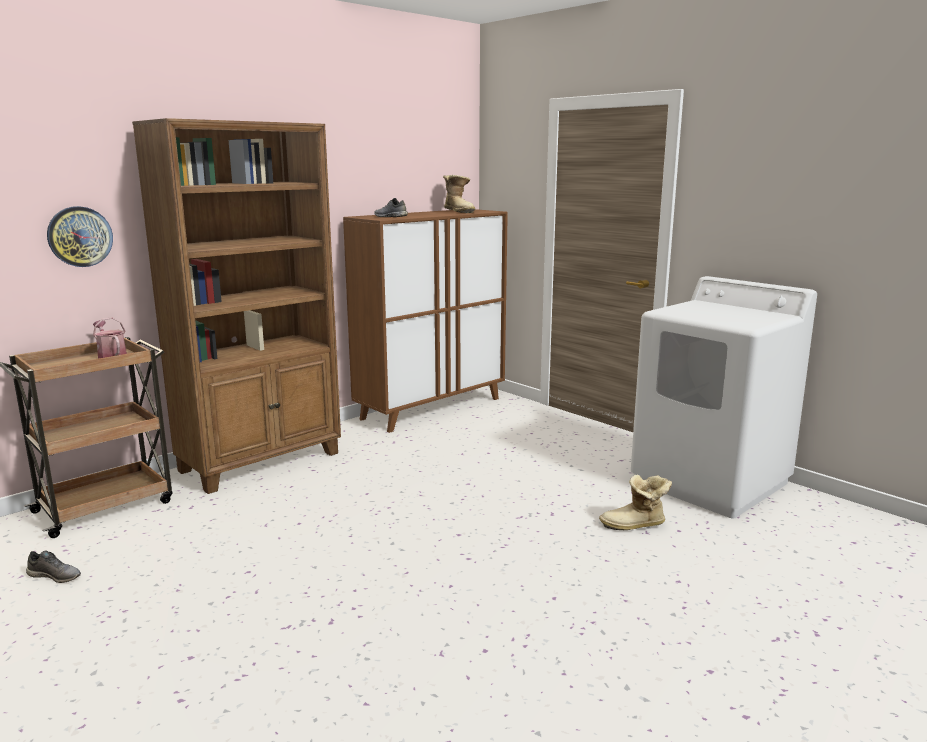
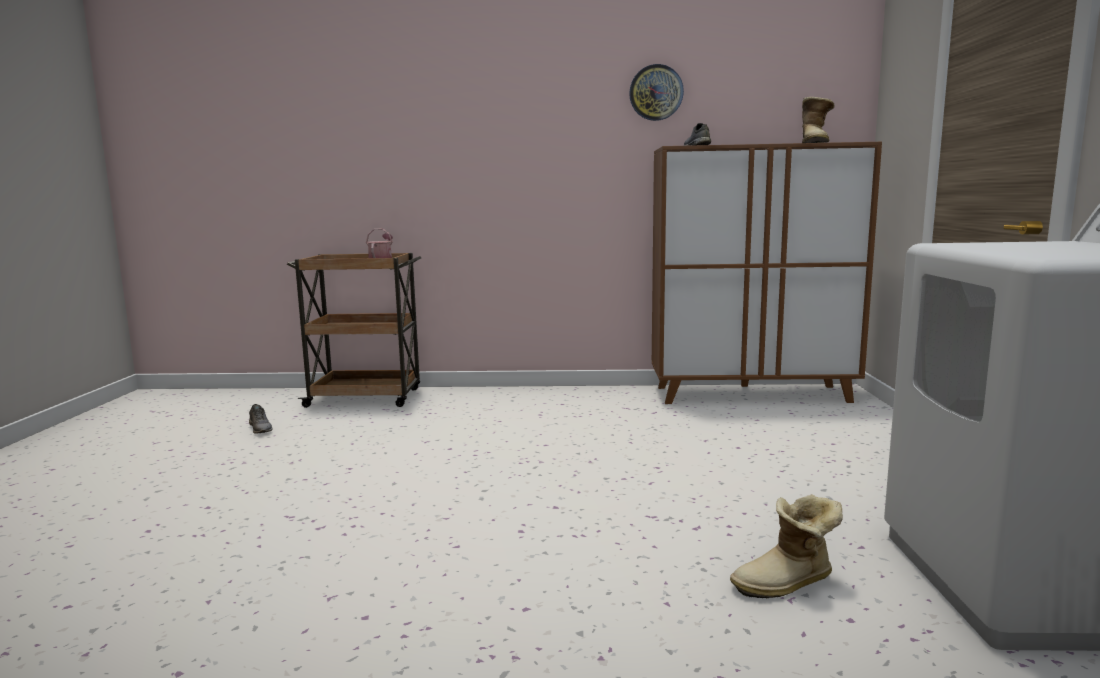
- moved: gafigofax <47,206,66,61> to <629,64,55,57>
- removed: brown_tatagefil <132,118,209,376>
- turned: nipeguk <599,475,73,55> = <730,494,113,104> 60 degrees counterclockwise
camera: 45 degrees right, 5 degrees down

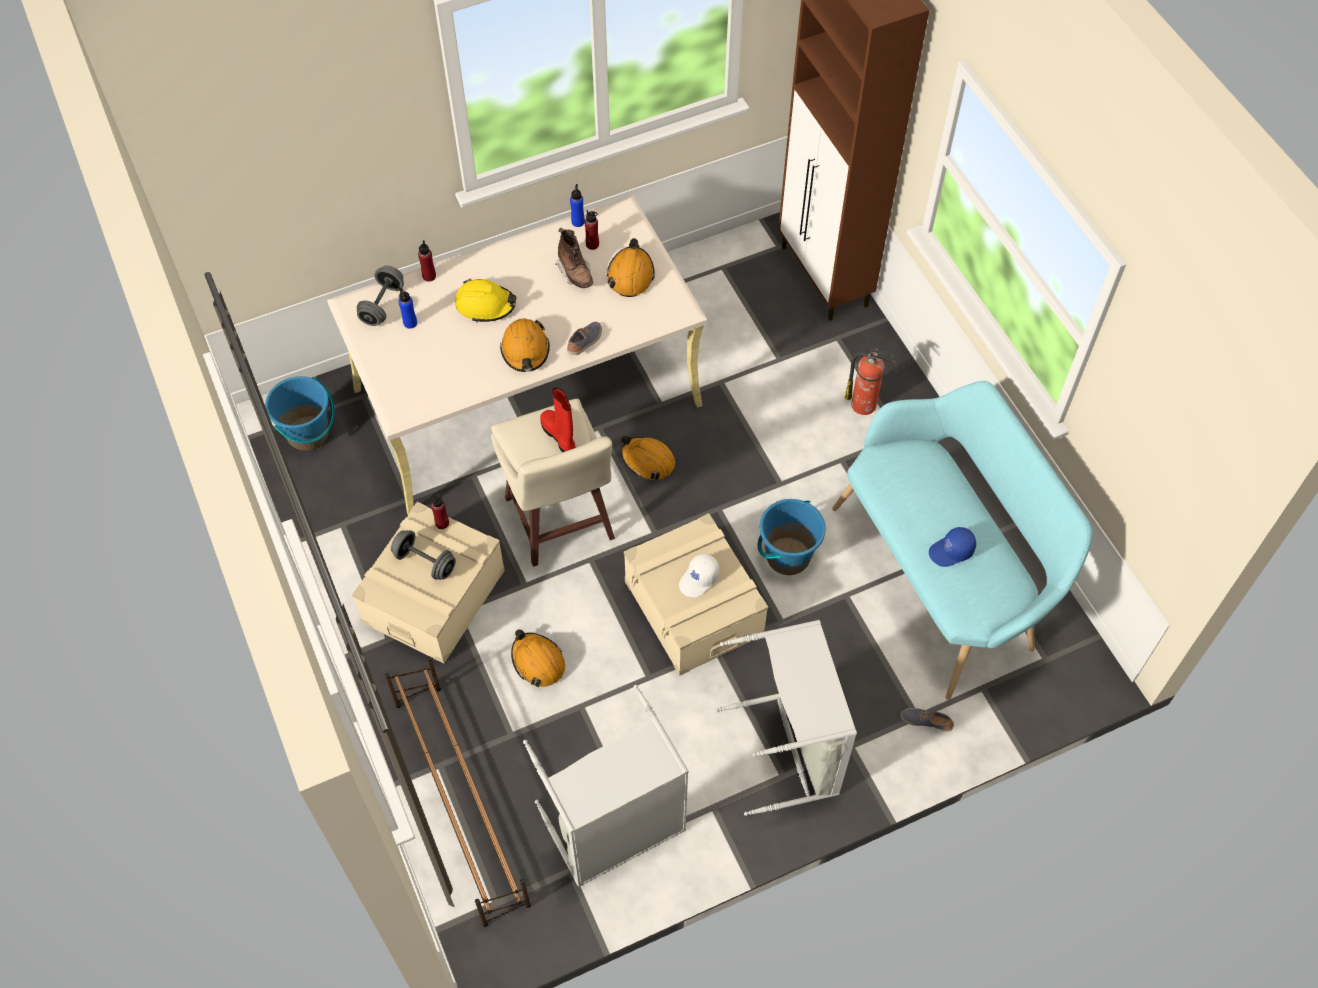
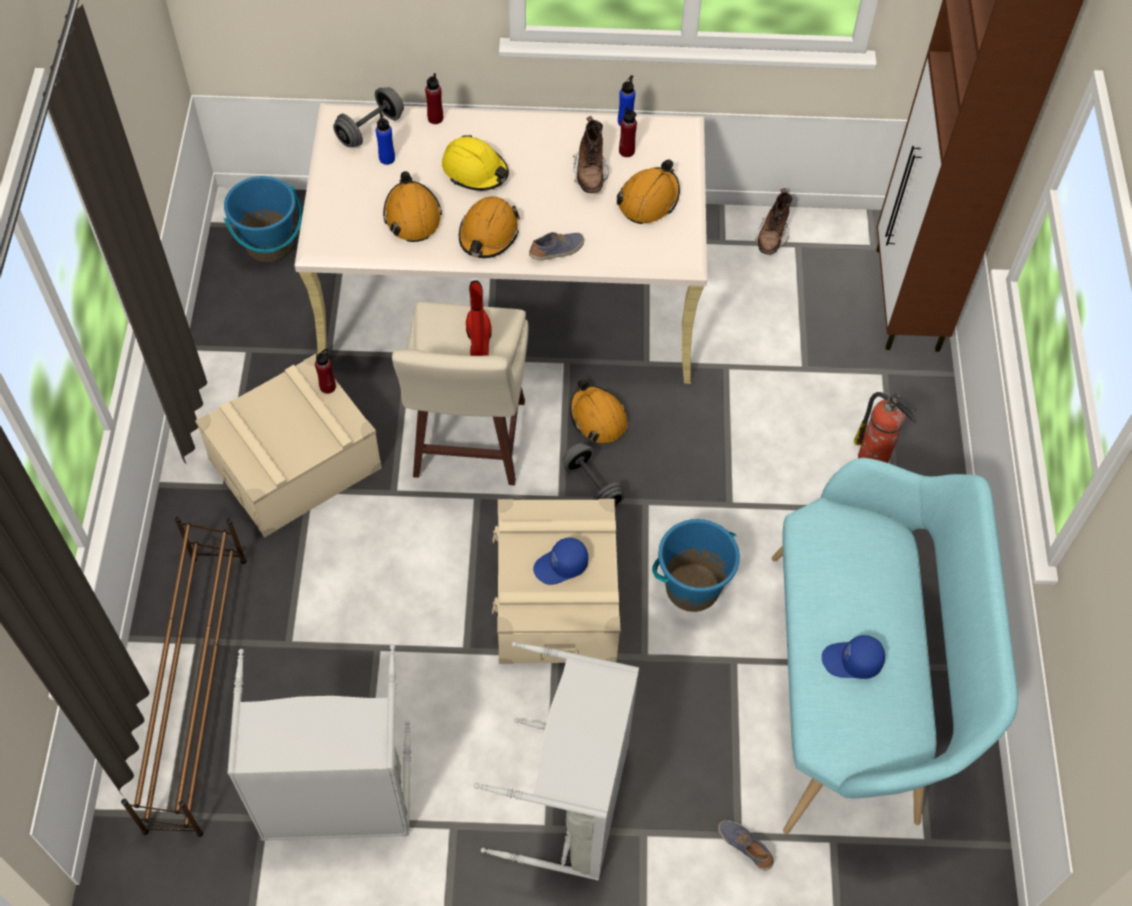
- moved: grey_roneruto <391,530,65,50> to <563,443,61,64>
- moved: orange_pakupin <511,629,54,58> to <383,171,59,71>
- recoloured: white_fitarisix <679,554,40,44> to blue_fitarisix <533,538,55,47>
- added: brown_nipeguk <755,188,38,67>
camera: 25 degrees right, 0 degrees up

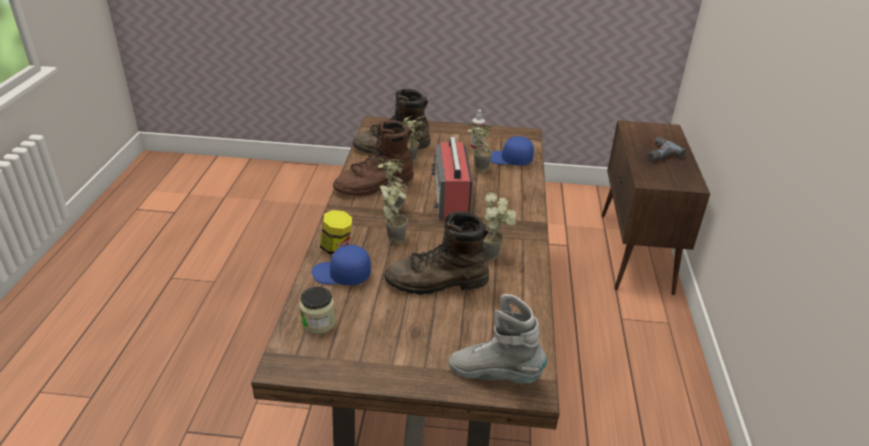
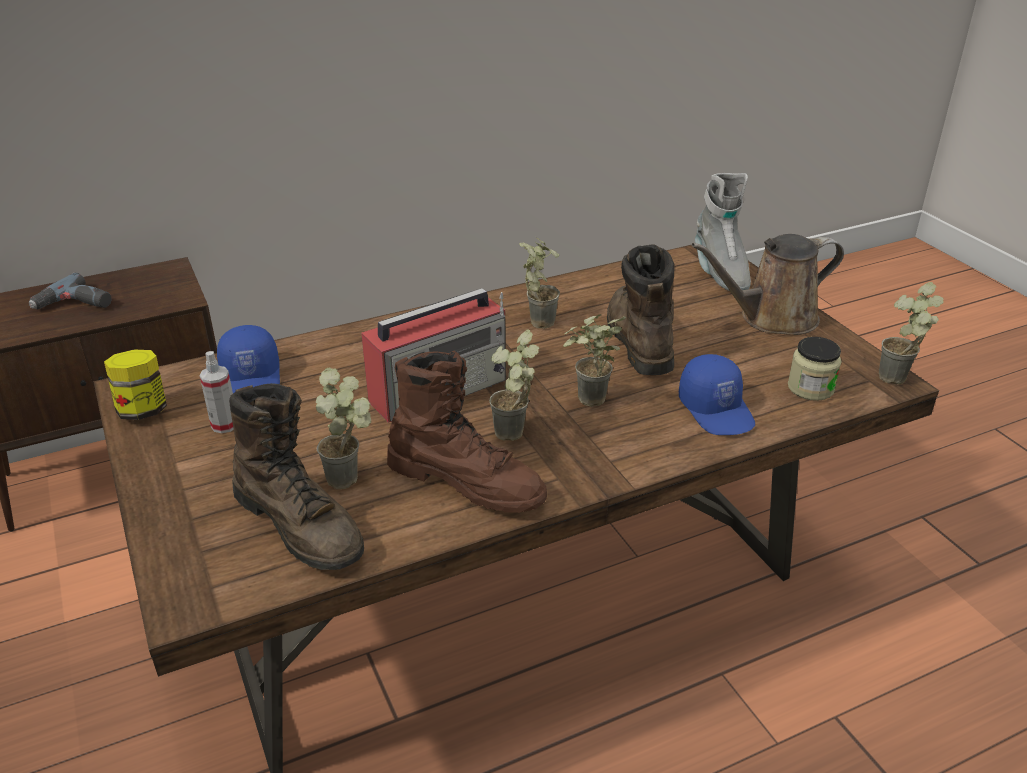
- moved: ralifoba <320,210,32,44> to <104,350,63,70>
- turned: brown_nipeguk <384,211,105,84> = <607,245,67,130> 150 degrees counterclockwise
- moved: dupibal <467,124,25,49> to <879,282,65,102>
- added: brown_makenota <692,234,152,101>
camera: 120 degrees left, 0 degrees up

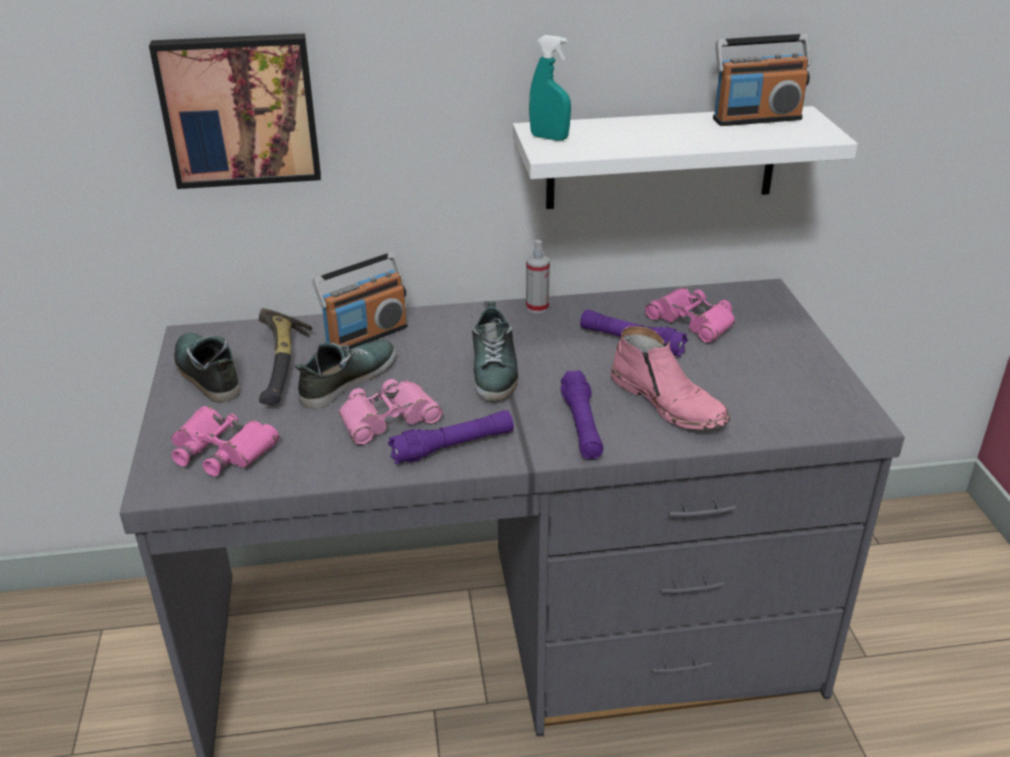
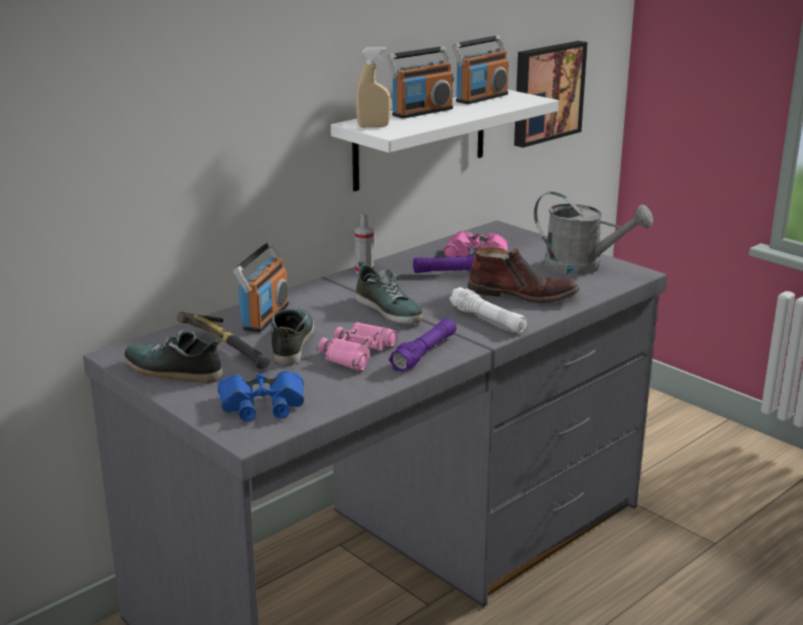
- moved: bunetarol <149,33,172,156> to <514,41,73,107>
- recoloured: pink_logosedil <171,406,108,71> to blue_logosedil <218,371,86,50>
- recoloured: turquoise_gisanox <529,35,42,106> to beige_gisanox <356,47,35,80>
- recoloured: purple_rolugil <561,370,42,90> to white_rolugil <449,287,79,46>
- recoloured: pink_nipeguk <610,326,120,104> to brown_nipeguk <467,247,113,56>
- added: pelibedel <387,46,67,73>
- added: grey_makenota <534,192,119,83>
camera: 35 degrees left, 10 degrees down

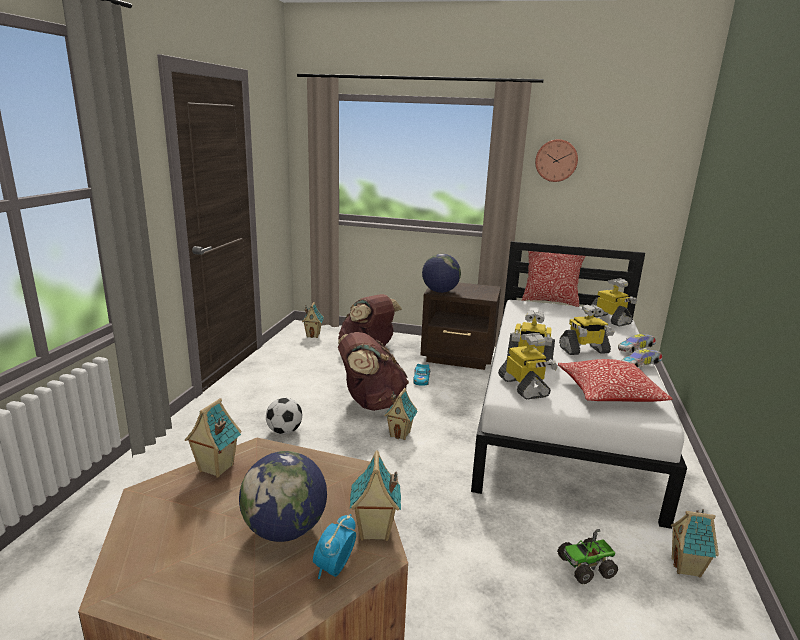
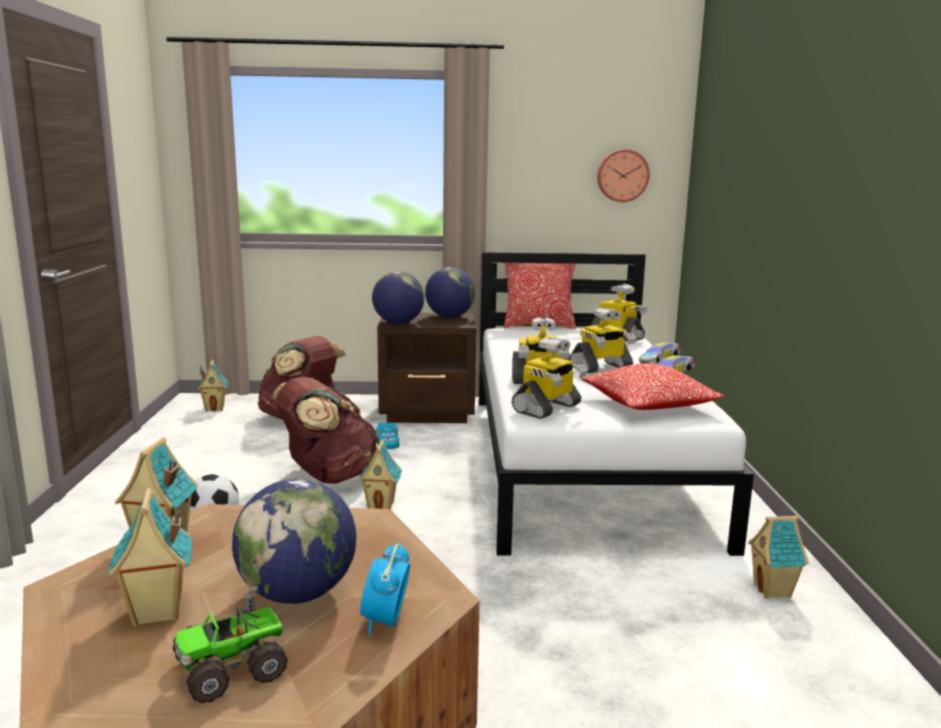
- moved: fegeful <350,450,51,91> to <108,487,84,140>
- turned: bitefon <498,333,60,67> = <511,337,76,82> 75 degrees clockwise
- moved: gafigofax <535,139,43,43> to <597,149,52,53>
- moved: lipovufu <557,529,61,55> to <173,586,115,118>
- added: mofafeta <425,267,50,51>
camera: 15 degrees left, 5 degrees down

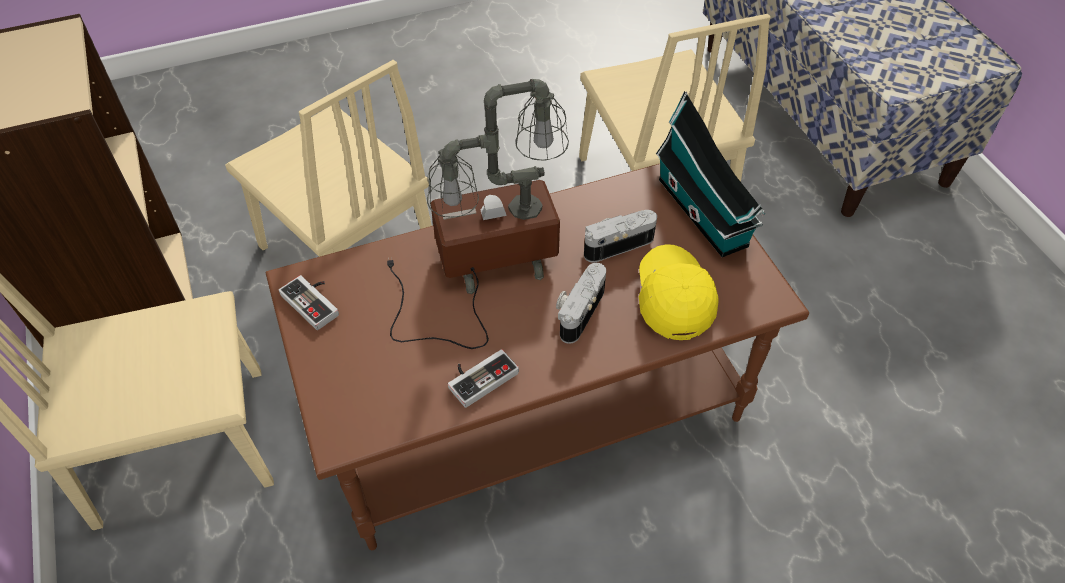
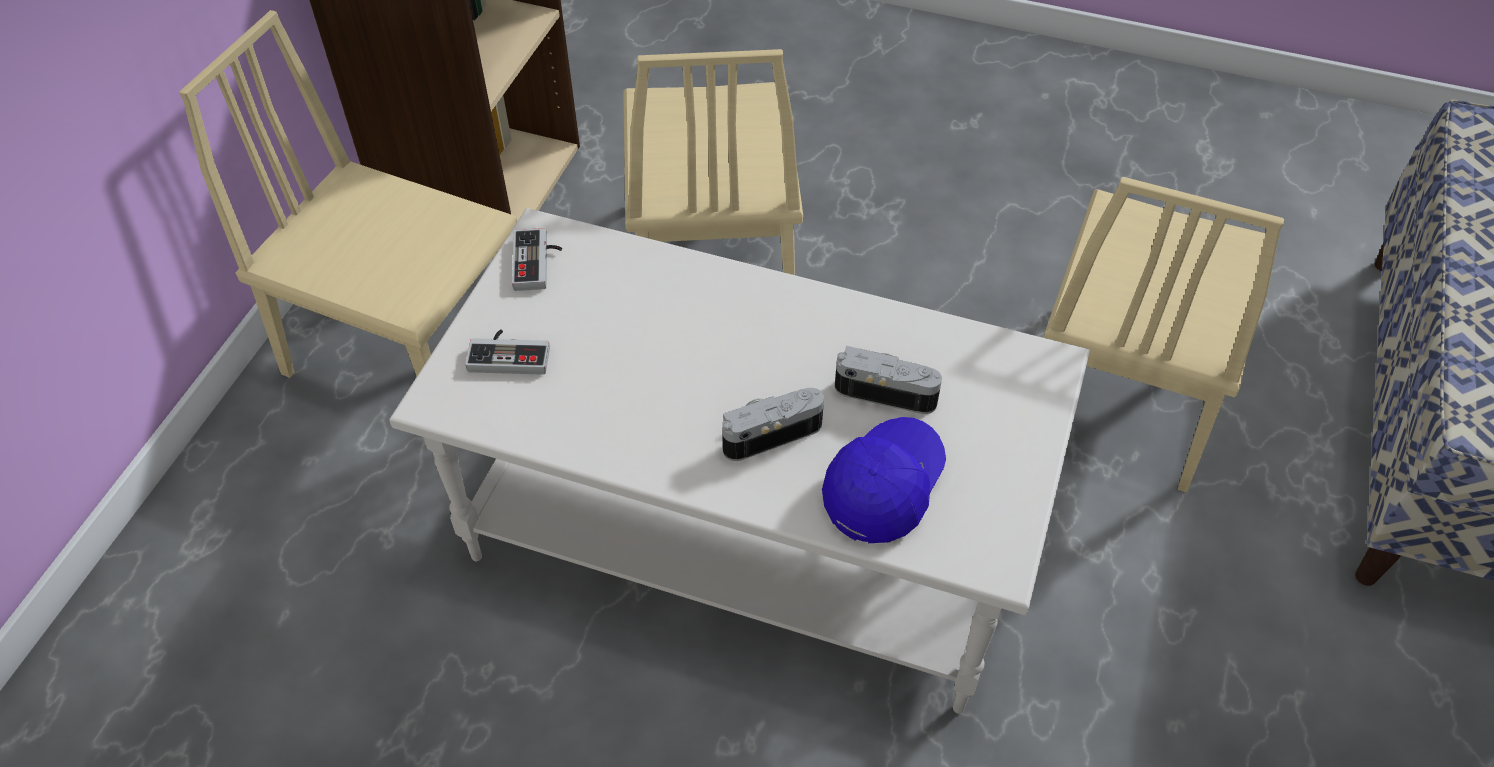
- recoloured: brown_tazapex <265,164,544,386> to white_tazapex <389,208,701,506>
- removed: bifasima <387,79,182,270>
- moved: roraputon <448,349,71,59> to <465,329,85,46>
- recoloured: yellow_fitarisix <639,244,79,96> to blue_fitarisix <822,417,124,126>
- removed: fegeful <656,91,110,166>
camera: 40 degrees right, 0 degrees up

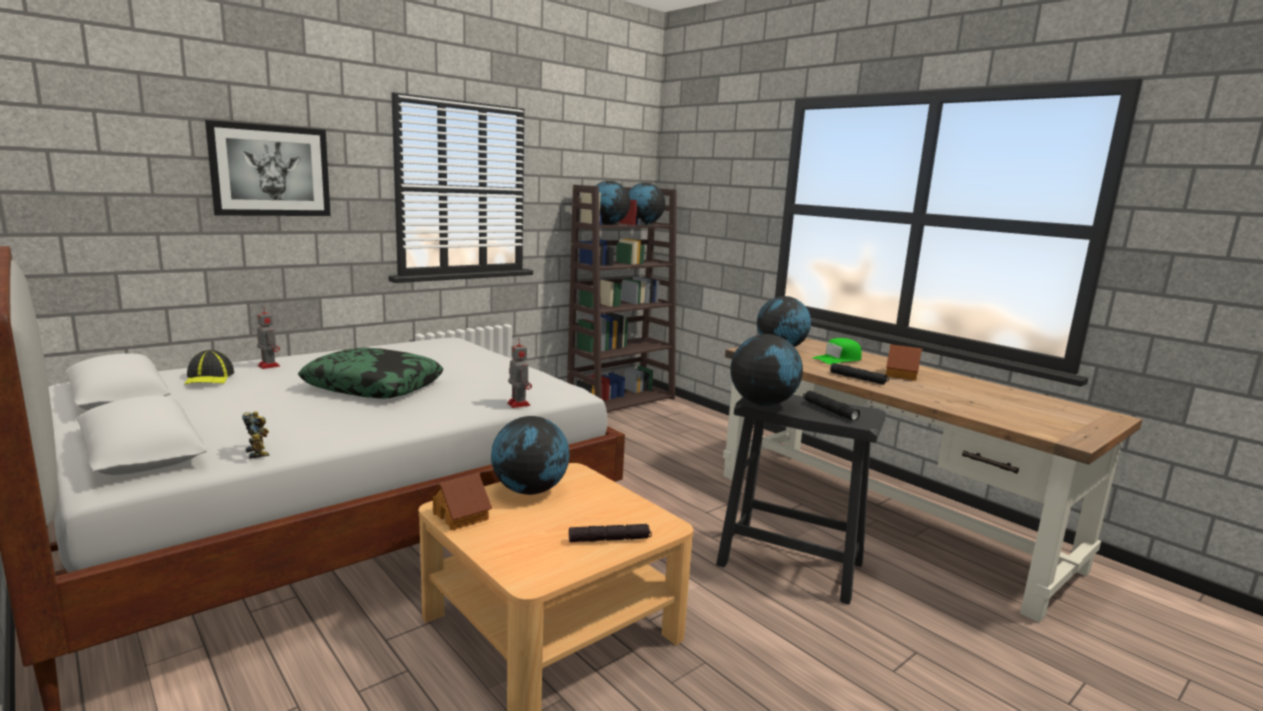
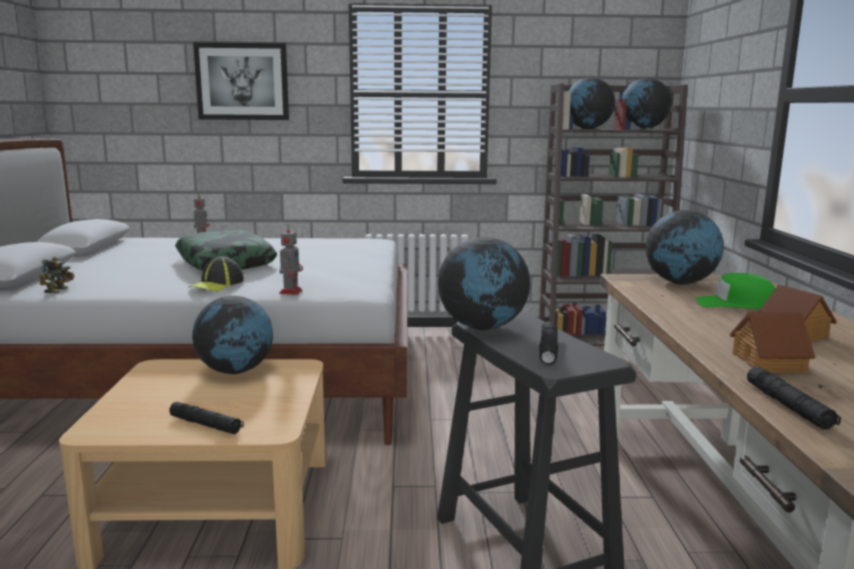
- moved: fitarisix <184,350,50,35> to <189,256,55,36>
- moved: fegeful <429,473,63,58> to <730,312,85,61>
- moved: black_rolugil <830,363,59,22> to <747,367,94,63>
camera: 40 degrees right, 0 degrees up

